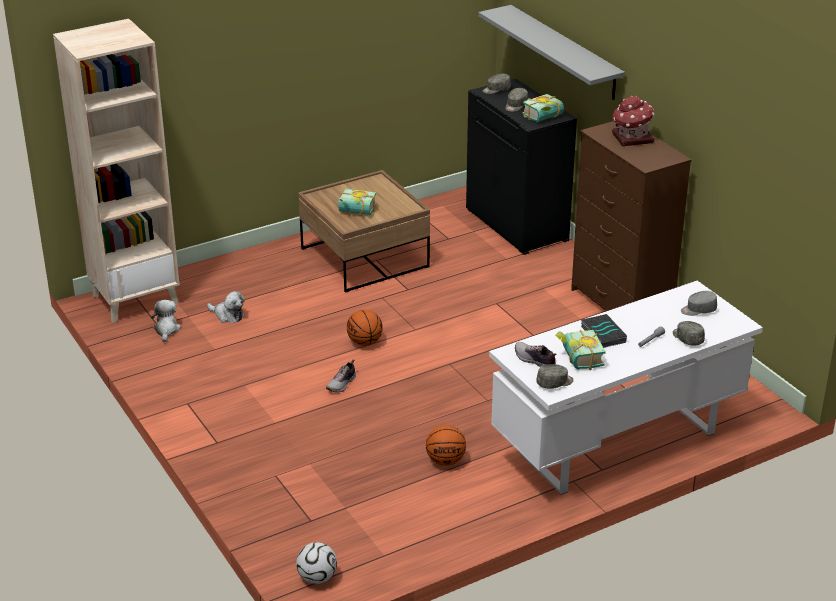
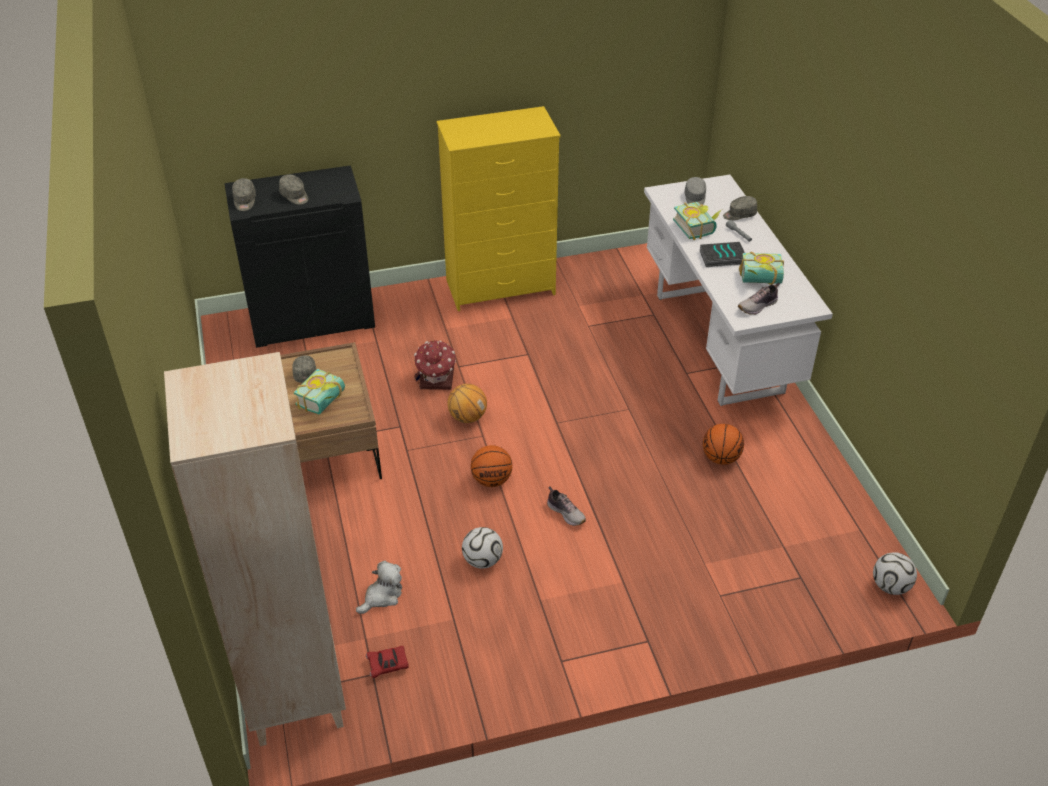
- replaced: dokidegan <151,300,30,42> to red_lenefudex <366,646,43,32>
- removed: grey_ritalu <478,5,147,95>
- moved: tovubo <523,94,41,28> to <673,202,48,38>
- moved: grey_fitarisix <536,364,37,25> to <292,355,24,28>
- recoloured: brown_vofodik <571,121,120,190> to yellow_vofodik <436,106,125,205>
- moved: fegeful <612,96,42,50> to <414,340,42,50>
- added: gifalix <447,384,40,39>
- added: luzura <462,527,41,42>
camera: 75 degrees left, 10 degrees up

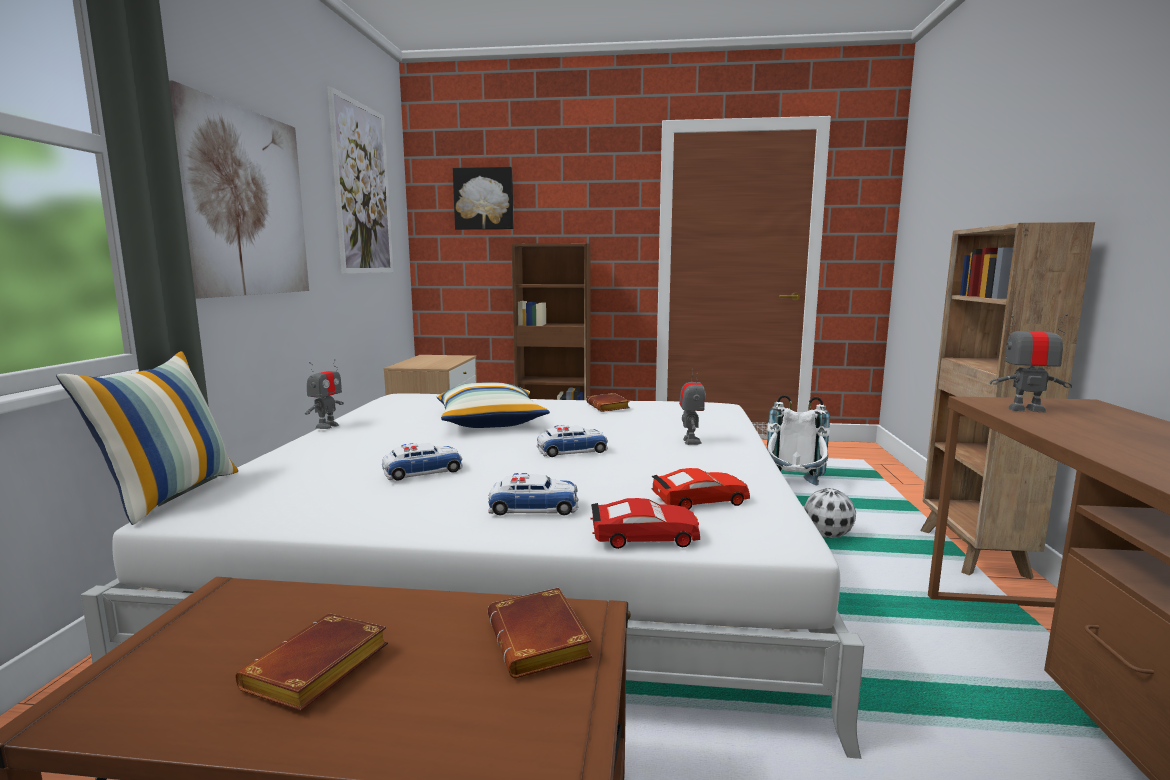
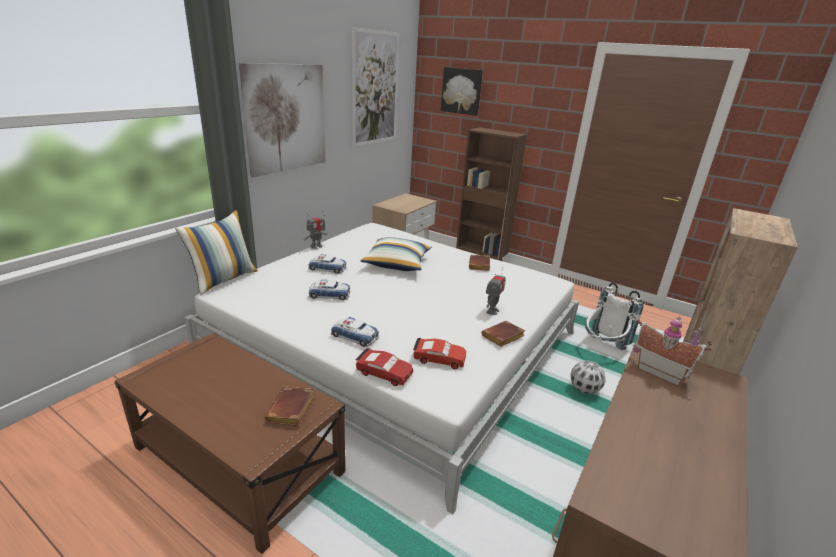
- moved: brown_tovubo <236,614,152,97> to <481,321,44,26>
- moved: lenefudex <537,425,71,32> to <308,254,38,20>
- replaced: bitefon <990,314,82,98> to fegeful <633,316,79,70>
camera: 25 degrees right, 15 degrees up

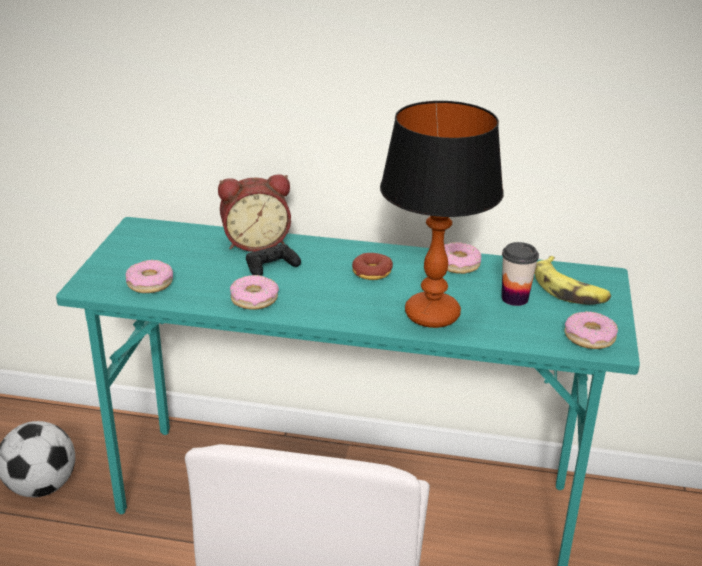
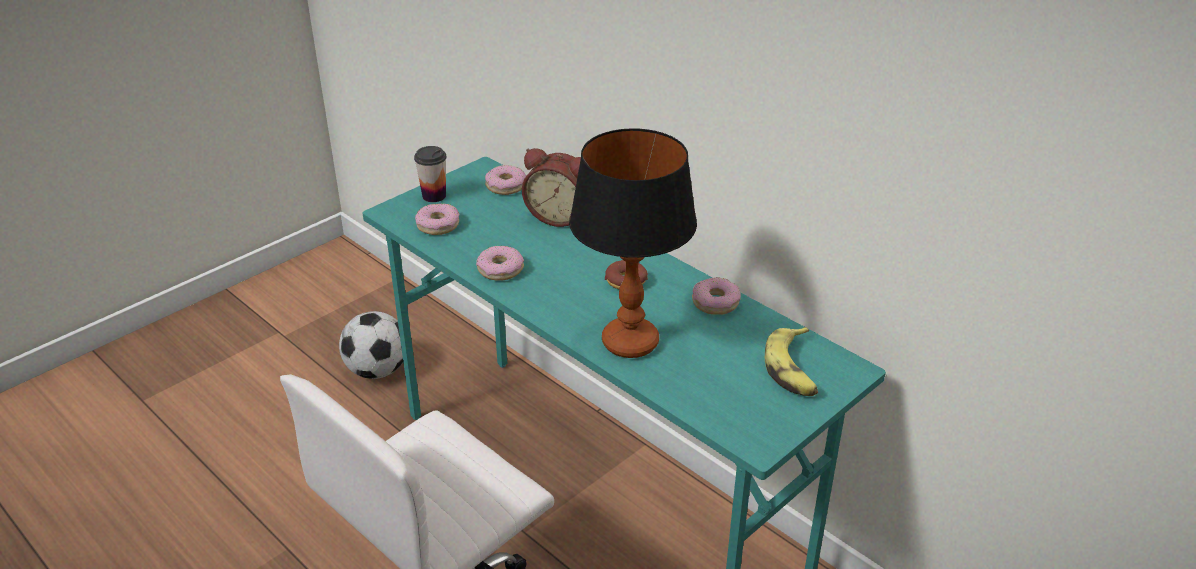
- removed: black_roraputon <246,244,55,32>
- moved: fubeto <502,242,37,64> to <414,146,32,56>
- moved: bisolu <564,311,54,38> to <485,165,41,30>
camera: 35 degrees right, 5 degrees up

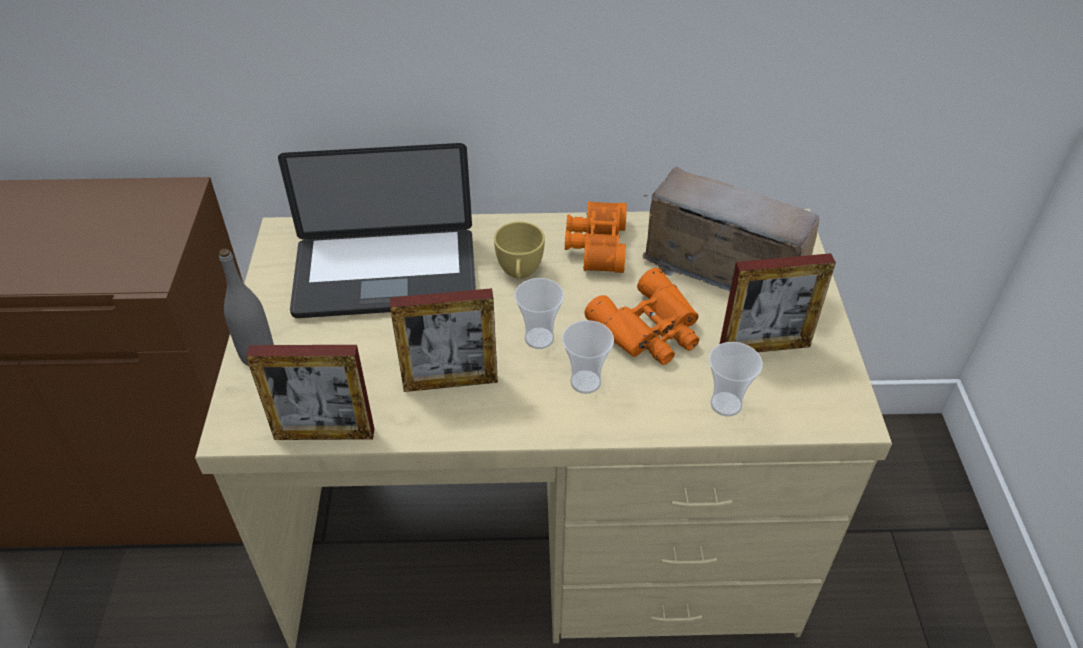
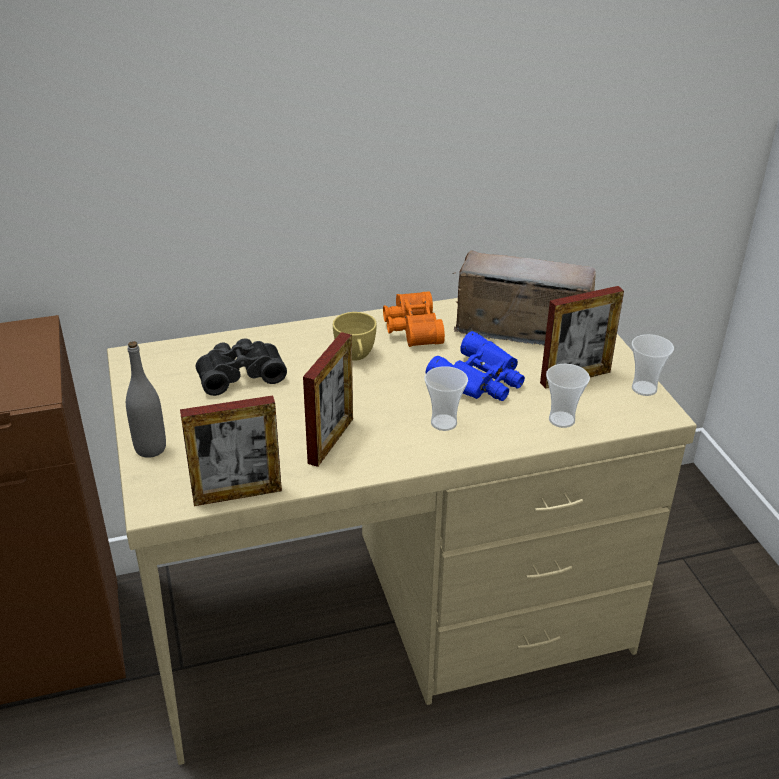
- replaced: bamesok <278,143,198,175> to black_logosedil <196,338,91,58>
- turned: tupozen <390,288,108,104> = <303,332,50,135> 45 degrees counterclockwise
- moved: fubeto <514,278,50,71> to <632,334,42,62>
- recoloured: orange_logosedil <584,268,115,97> to blue_logosedil <426,331,99,70>
camera: 15 degrees left, 10 degrees down

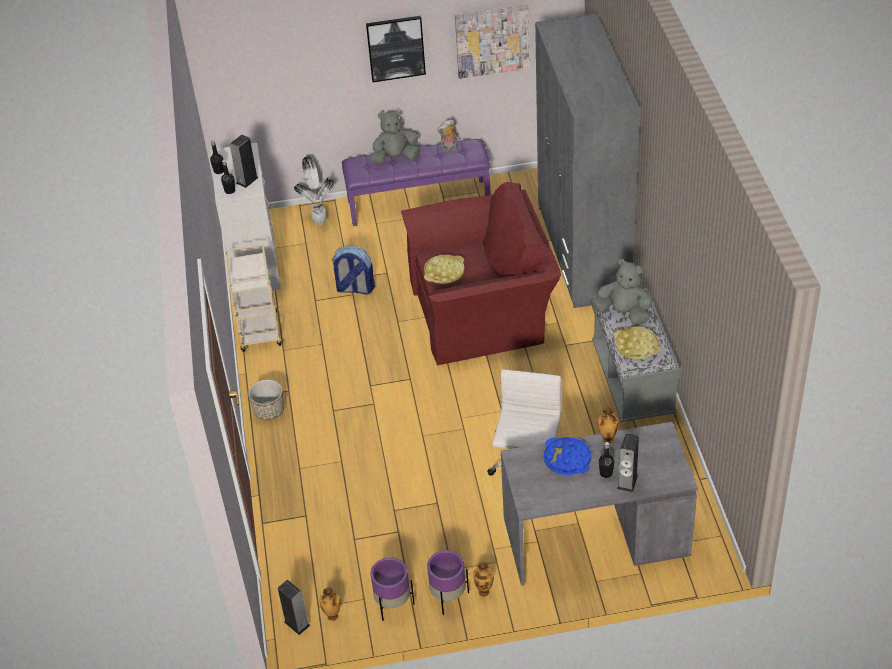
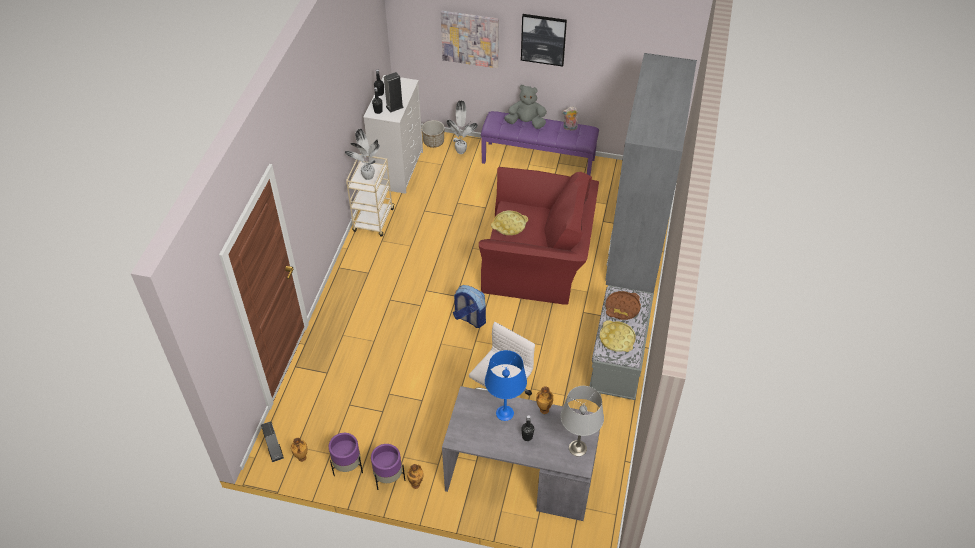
- moved: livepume <248,380,36,40> to <422,120,23,28>
- moved: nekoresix <331,246,44,49> to <453,285,33,43>
- moved: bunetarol <455,5,74,74> to <441,11,58,57>
- replaced: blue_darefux <544,437,47,38> to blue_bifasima <485,350,42,71>
- replaced: grey_dokidegan <591,259,61,66> to brown_darefux <605,291,36,29>
- removed: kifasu <617,433,22,59>
- added: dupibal <345,129,35,51>
- added: grey_bifasima <560,386,44,70>
camera: 20 degrees right, 5 degrees up

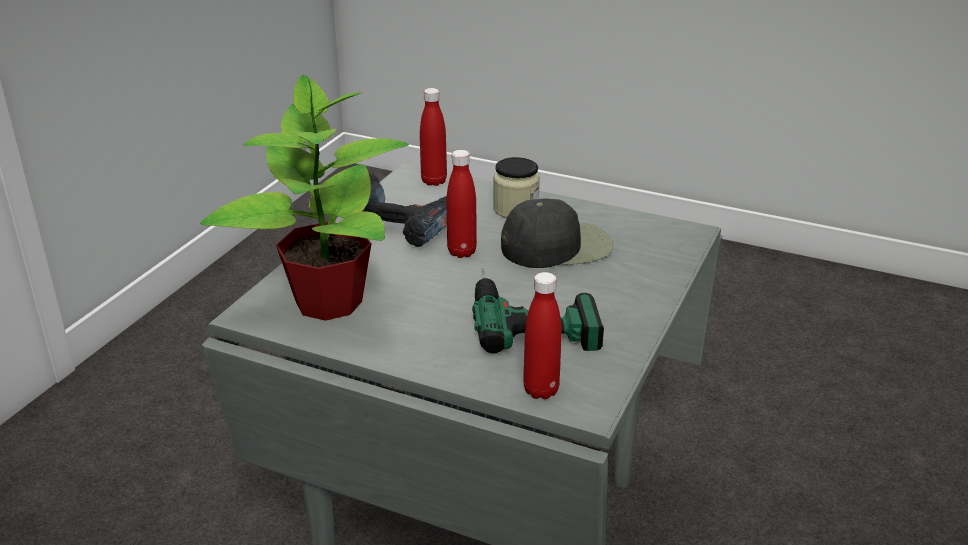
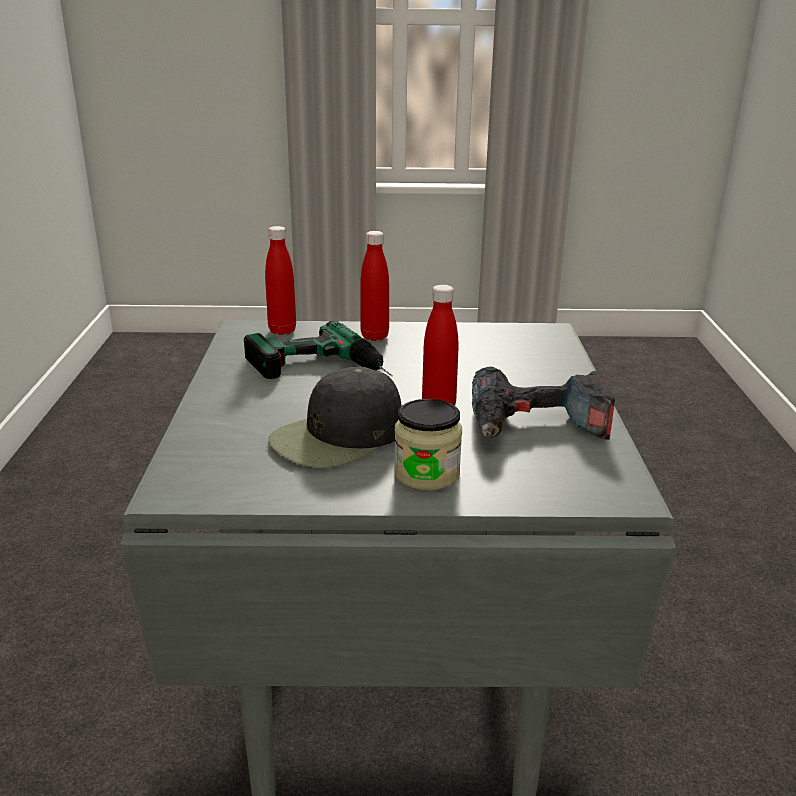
- removed: dupibal <200,75,209,246>
- moved: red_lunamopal <420,88,27,98> to <360,231,29,110>
camera: 155 degrees right, 5 degrees down

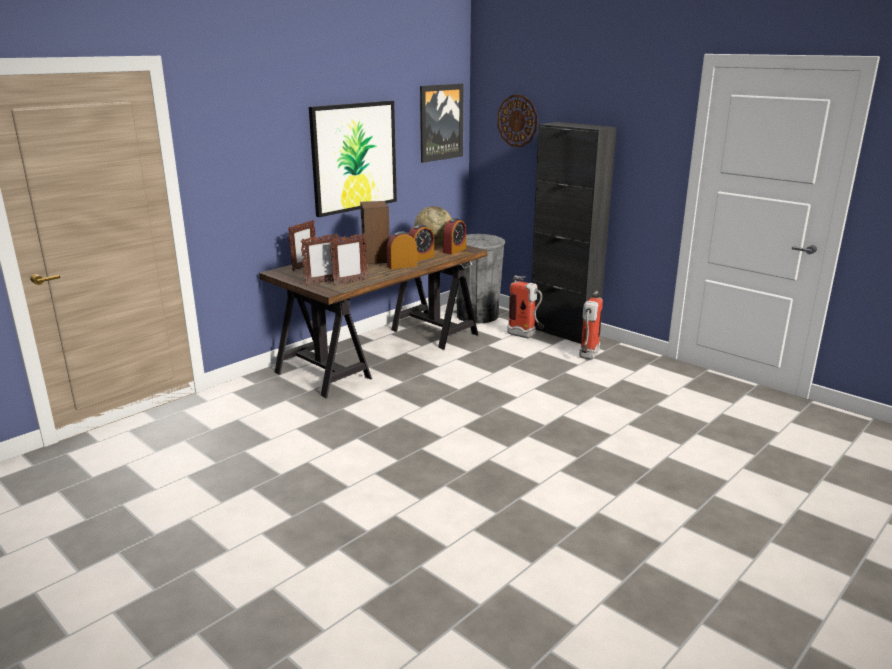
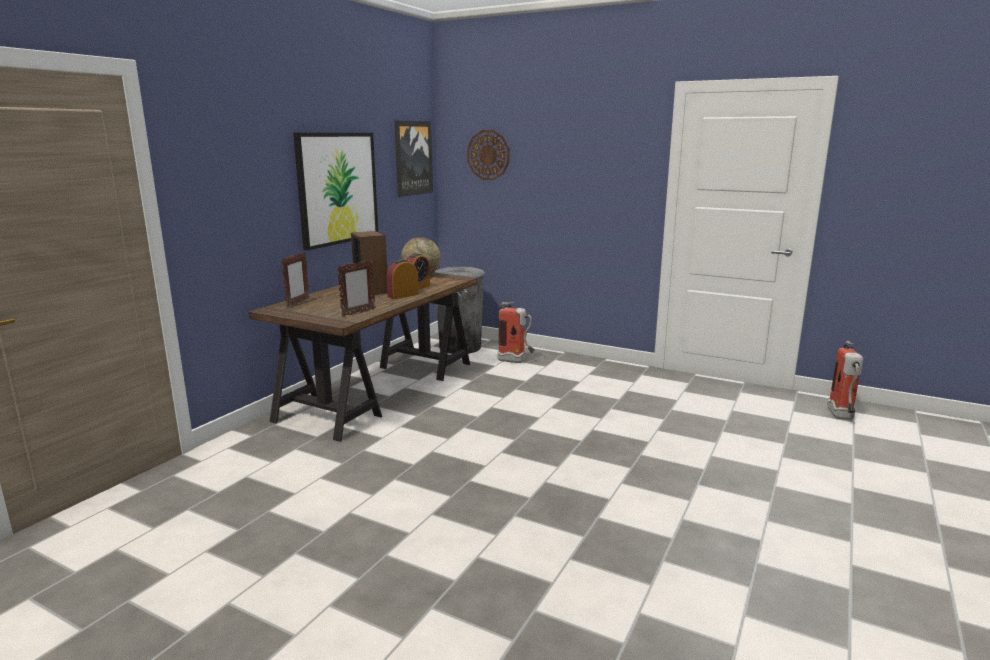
- removed: tupozen <301,233,38,52>
- removed: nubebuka <443,218,23,37>
- removed: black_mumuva <531,122,86,222>
- moved: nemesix <579,291,24,69> to <827,341,36,79>
camera: 15 degrees left, 5 degrees down

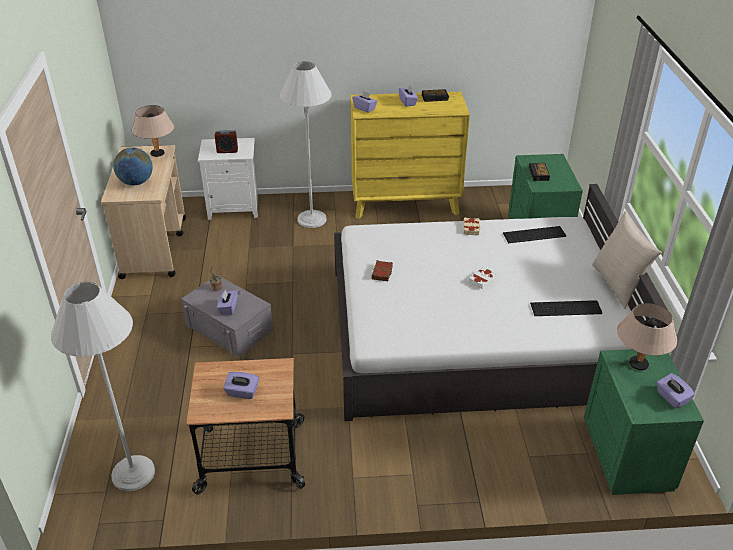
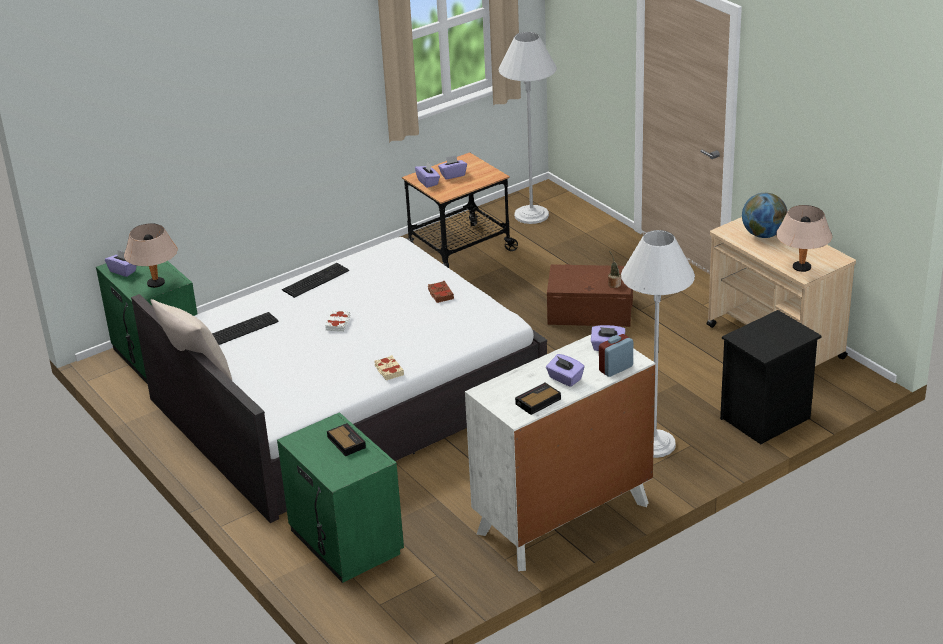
- recoloured: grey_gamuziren <181,275,92,82> to brown_gamuziren <547,264,86,63>
- recoloured: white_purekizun <198,138,60,82> to black_purekizun <720,310,102,134>
- moved: nubebuka <215,130,23,23> to <599,334,34,43>
- moved: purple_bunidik <217,290,21,25> to <415,162,25,26>
- recoloured: yellow_vofodik <350,92,120,127> to white_vofodik <465,335,190,236>
- moved: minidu <503,226,63,17> to <282,263,67,35>
camera: 150 degrees right, 5 degrees down

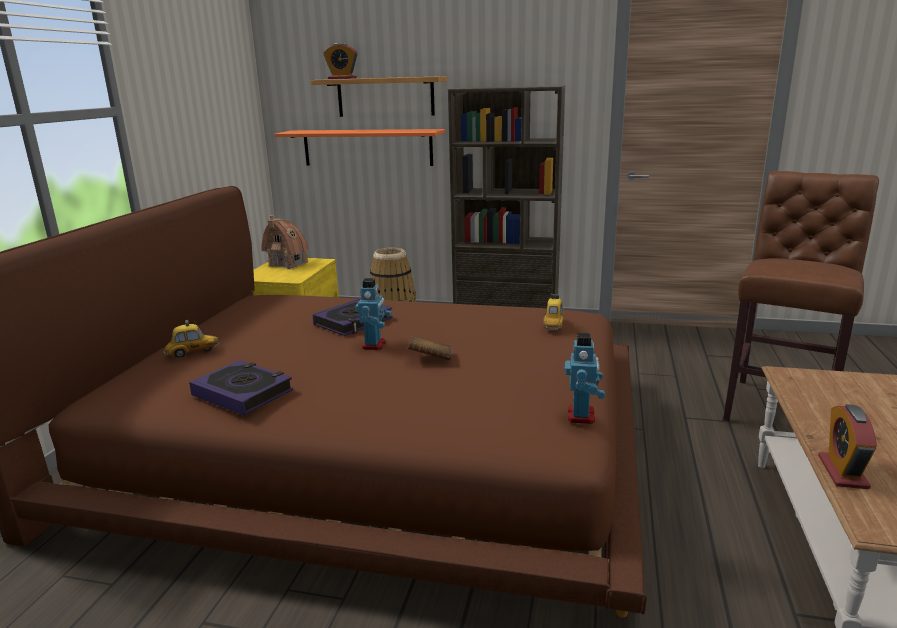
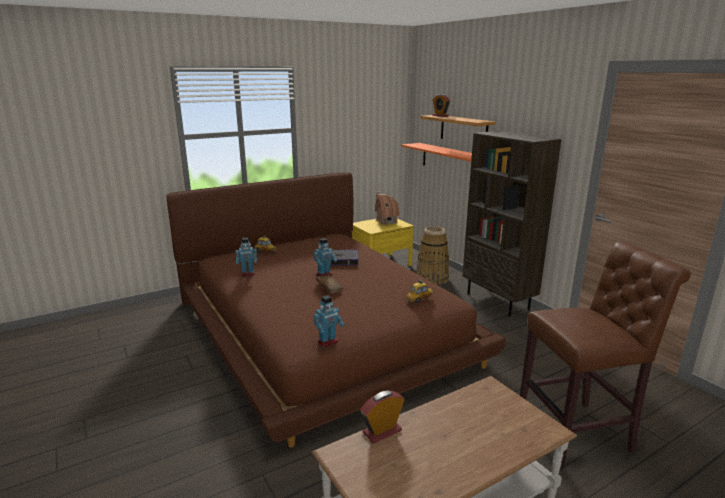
- replaced: tovubo <189,360,104,56> to bitefon <236,238,21,38>
camera: 45 degrees right, 0 degrees up

